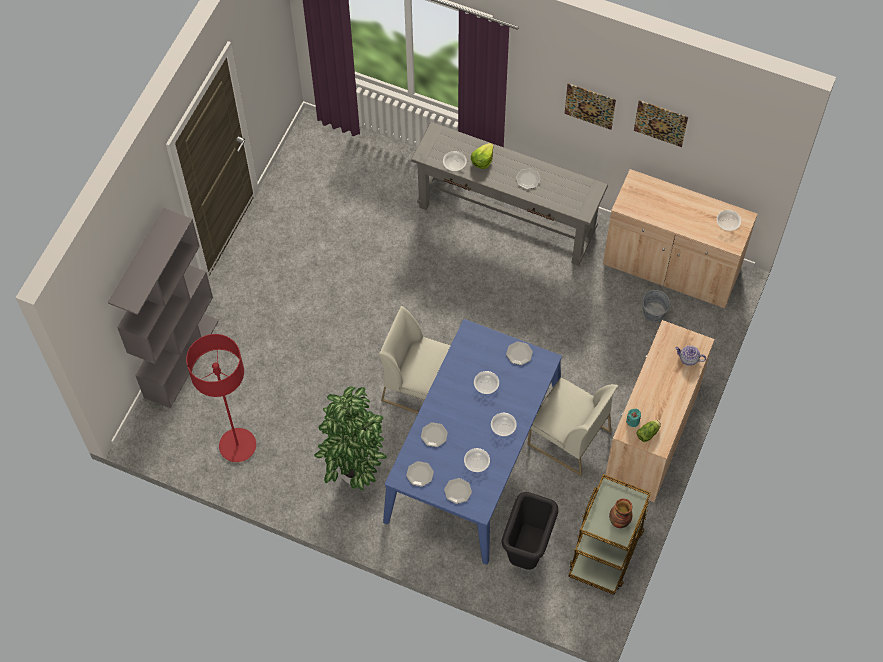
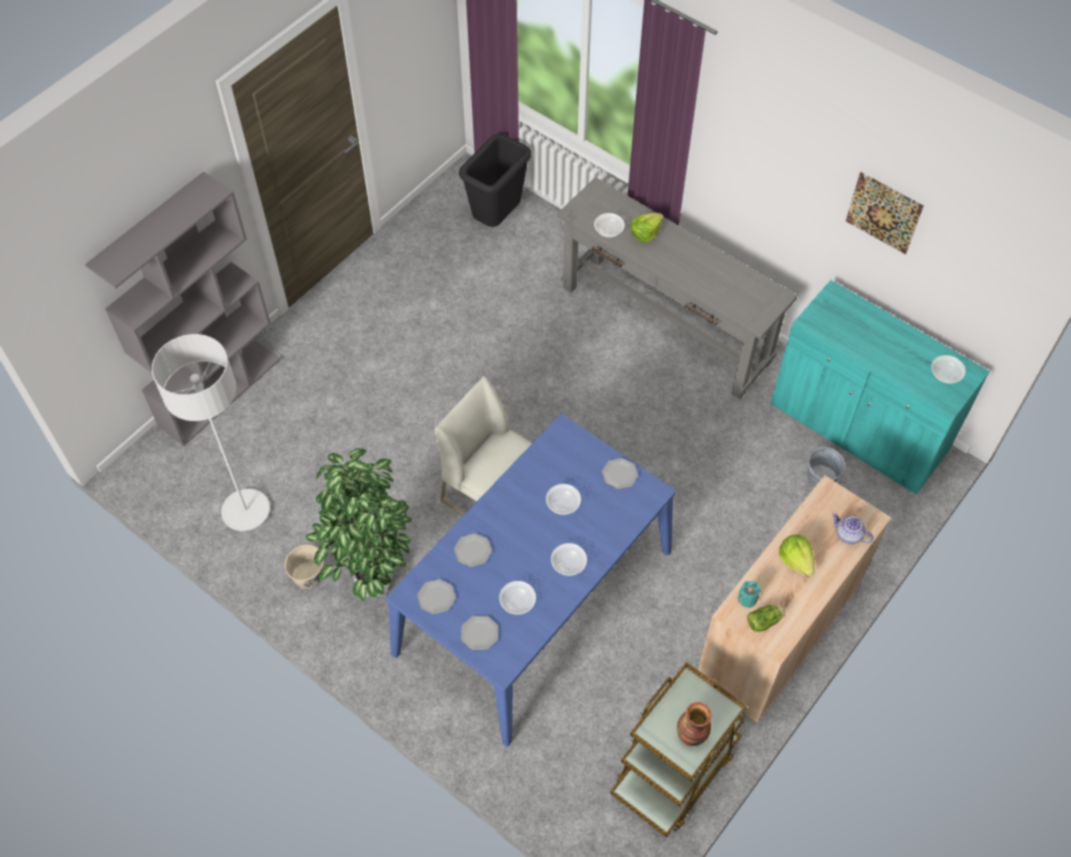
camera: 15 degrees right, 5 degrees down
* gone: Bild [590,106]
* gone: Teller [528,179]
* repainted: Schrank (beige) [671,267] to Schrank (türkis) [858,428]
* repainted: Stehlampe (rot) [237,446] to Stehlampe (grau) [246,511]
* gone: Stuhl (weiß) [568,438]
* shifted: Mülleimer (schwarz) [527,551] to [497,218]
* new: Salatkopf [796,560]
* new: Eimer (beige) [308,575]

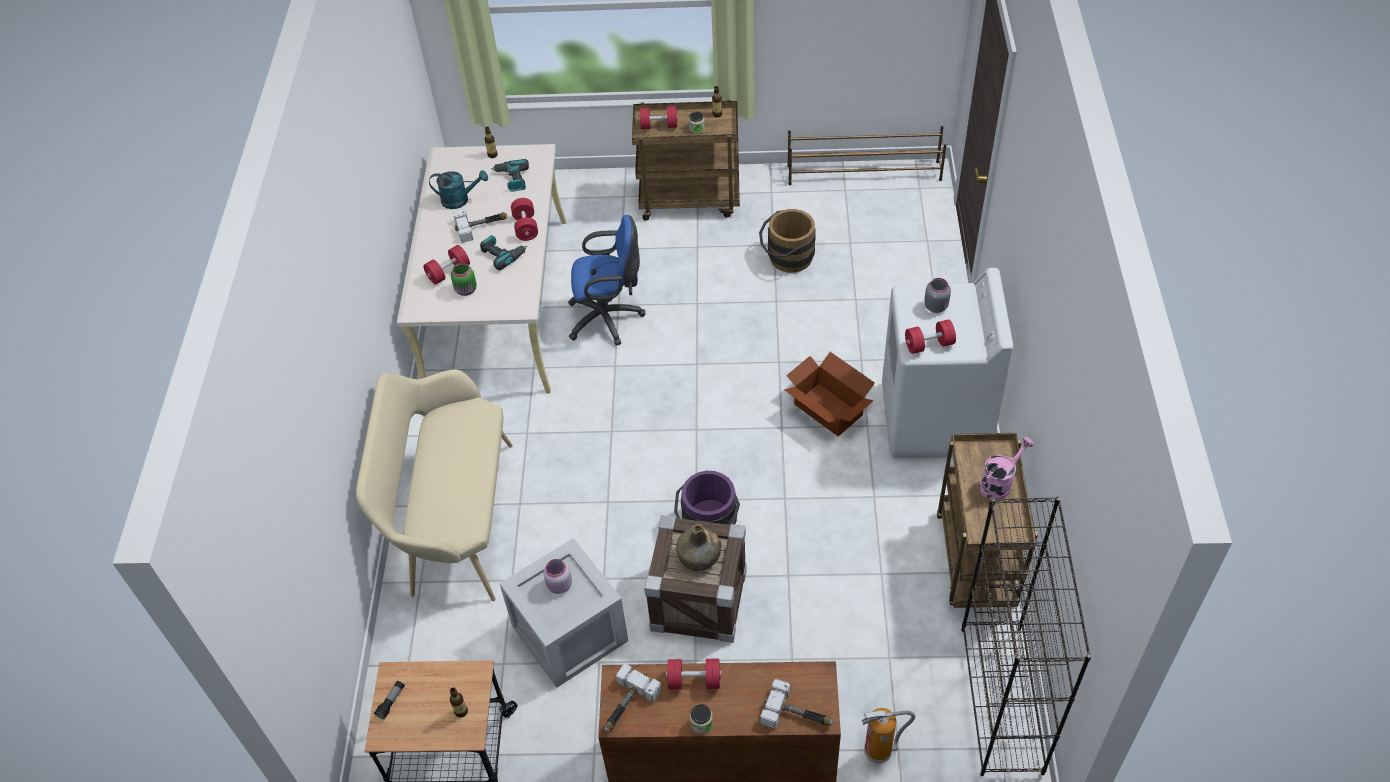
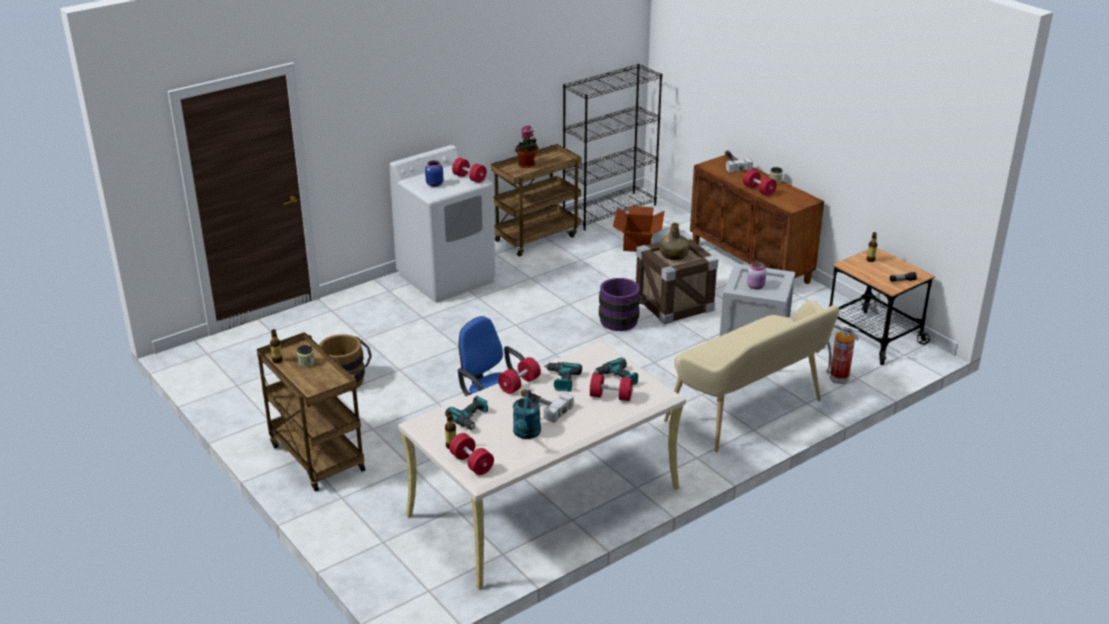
camera: 130 degrees left, 20 degrees down
* shifted: Hantel (rot) [659,125] to [471,463]
* gone: Schuhregal (braun) [864,173]
* rotated: Gießkanne (türkis) [460,199] = [526,434] 135 degrees counterclockwise
* swapped: Vorratsglas (grün) [466,290] to Bohrmaschine [617,379]
* repainted: Vorratsglas (grau) [936,306] to Vorratsglas (blau) [434,184]
* shifted: Karton [828,410] to [638,241]
* swapped: Gießkanne (rosa) [999,482] to Topfpflanze [527,165]
* gone: Hammer [626,705]
* shifted: Feuerlöscher [879,751] to [837,379]

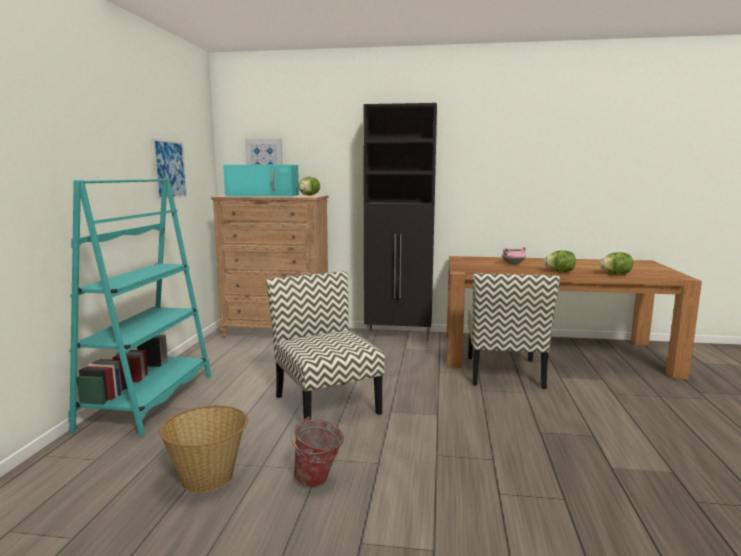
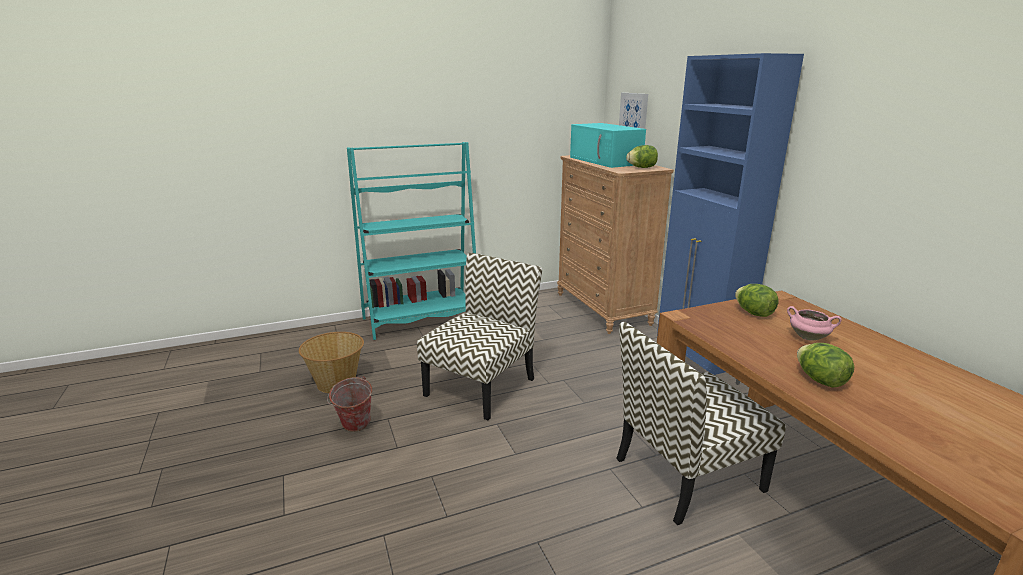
camera: 60 degrees right, 10 degrees up
* repainted: Schrank (schwarz) [399,335] to Schrank (blau) [697,368]
* gone: Bild [170,169]
* shifted: Salatkopf [615,274] to [753,313]

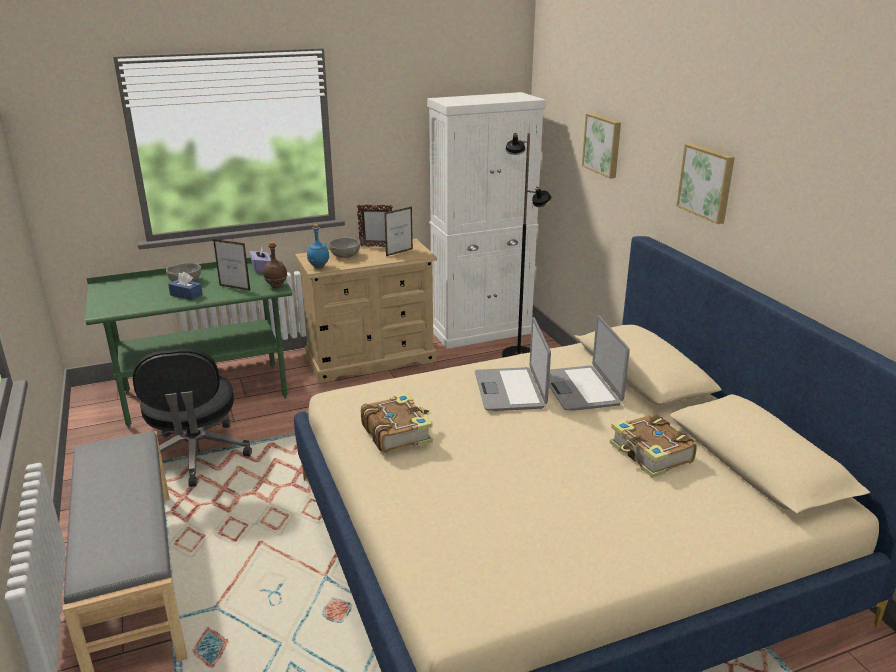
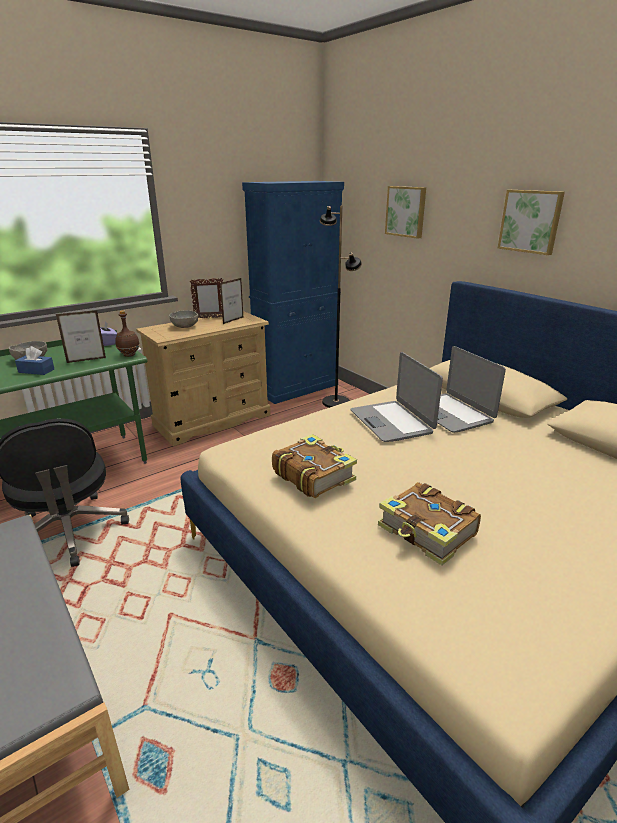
camera: 15 degrees left, 0 degrees up
* repainted: Schrank (weiß) [481,331] to Schrank (blau) [296,387]
* gone: Flasche (blau) [318,267]
* rotated: Bilderrahmen [234,288] = [86,360] 150 degrees clockwise
* shifted: Buch [651,455] to [427,532]

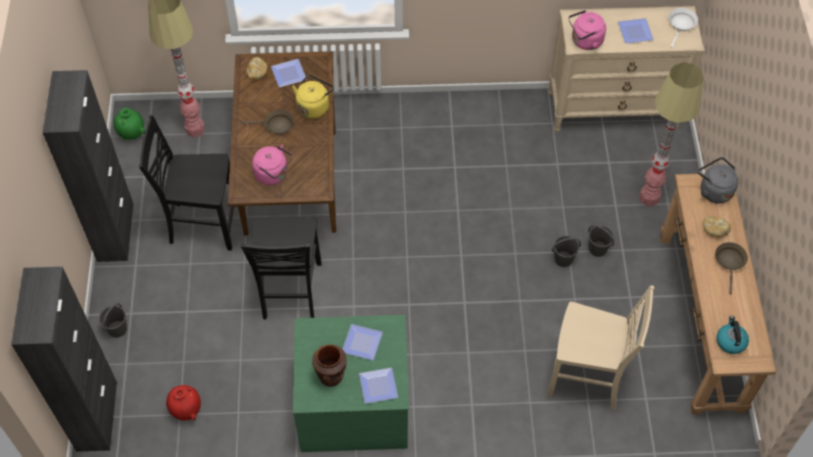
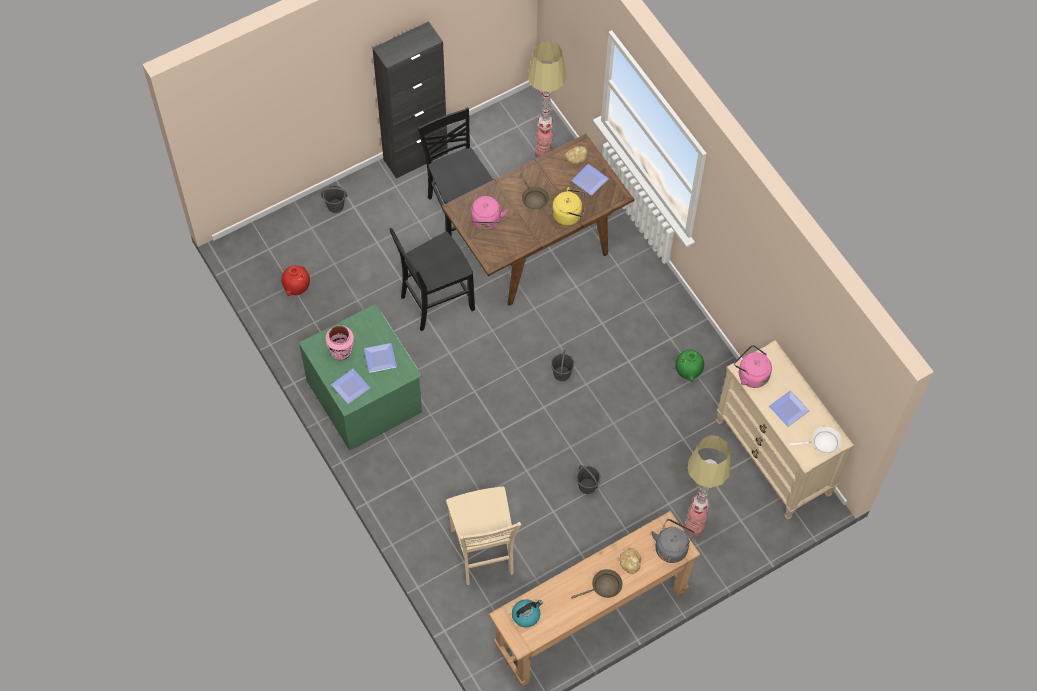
camera: 60 degrees right, 5 degrees up
* shifted: Vase (grün) [132,134] to [688,372]
* shifted: Eimer (grau) [598,249] to [562,374]
* gone: Schrank (schwarz) [97,416]
* repainted: Vase (braun) [331,376] to Vase (rosa) [341,352]

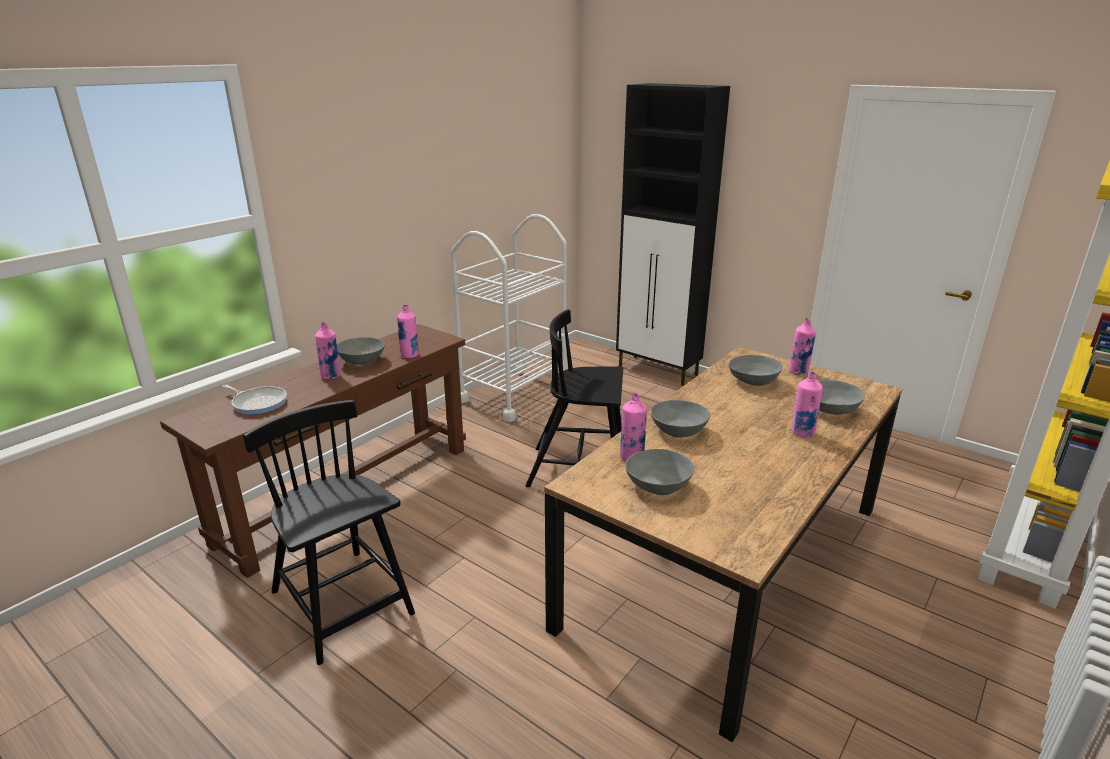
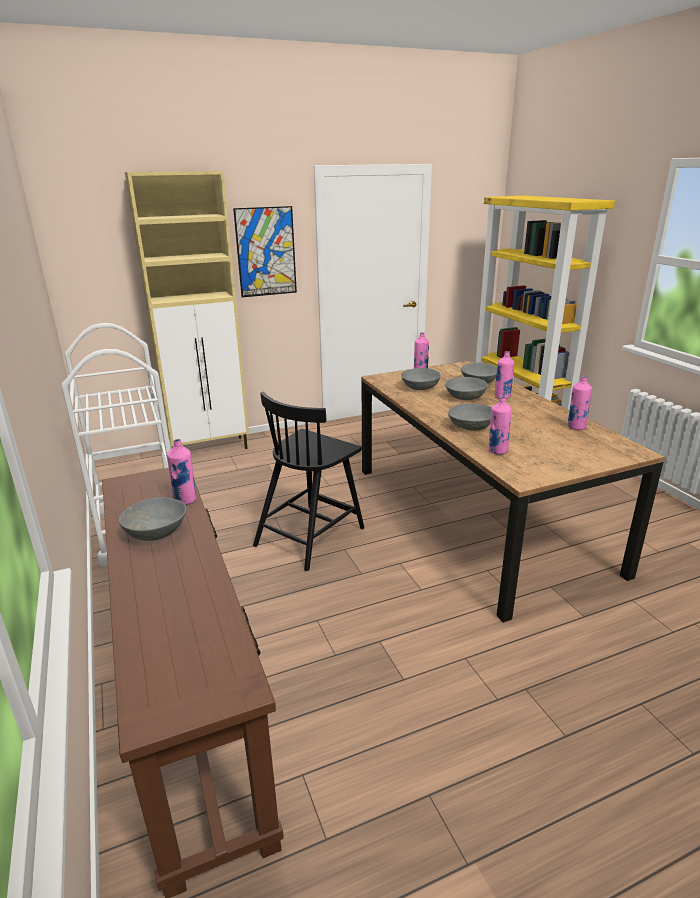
camera: 60 degrees left, 0 degrees up
* repainted: Schrank (schwarz) [658,371] to Schrank (beige) [211,449]
* shifted: Flasche (rosa) [331,376] to [576,427]
* gone: Pfanne [258,403]
* gone: Stuhl (schwarz) [343,605]
* shifted: Schüssel (grau) [659,486] to [465,397]
* new: Bild [266,252]

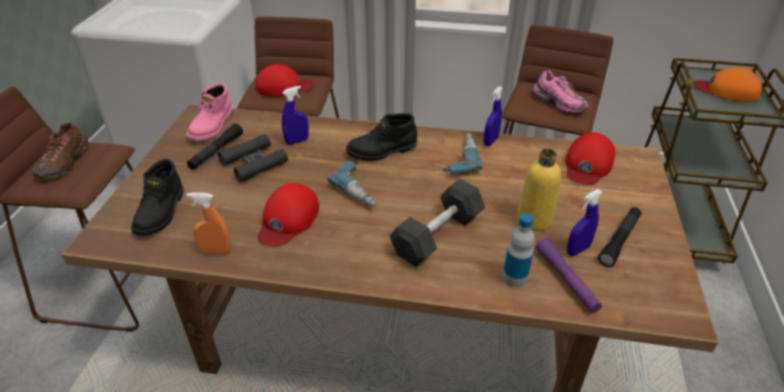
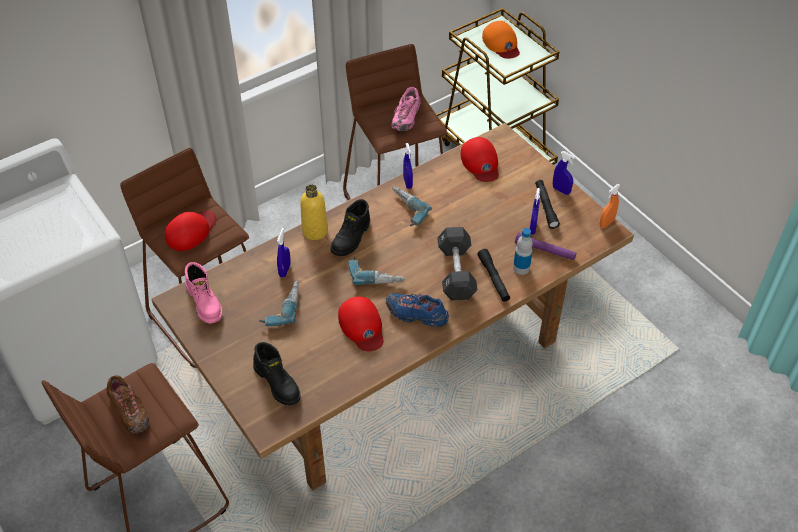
camera: 45 degrees left, 10 degrees up
* rotated: Kappe (orange) [726,90] = [501,44] 90 degrees counterclockwise
* rotated: Schuh (rosa) [558,103] = [406,118] 105 degrees clockwise
* shifted: Taschenlampe (schwarz) [216,151] to [493,279]
* swapped: Fernglas (schwarz) [254,163] to Bohrmaschine [281,307]
* shifted: Flasche (gelb) [534,220] to [315,231]
* shifted: Sprühflasche (orange) [216,252] to [606,223]
* new: Sprühflasche (blau) [561,190]
* new: Schuh (blau) [416,315]

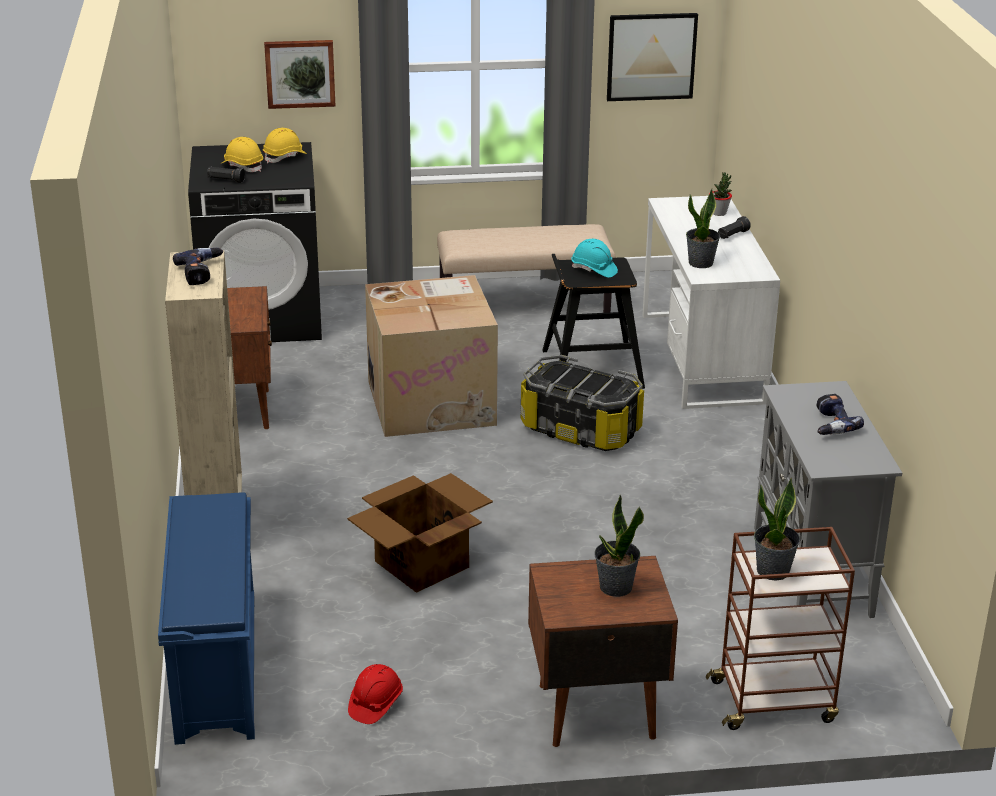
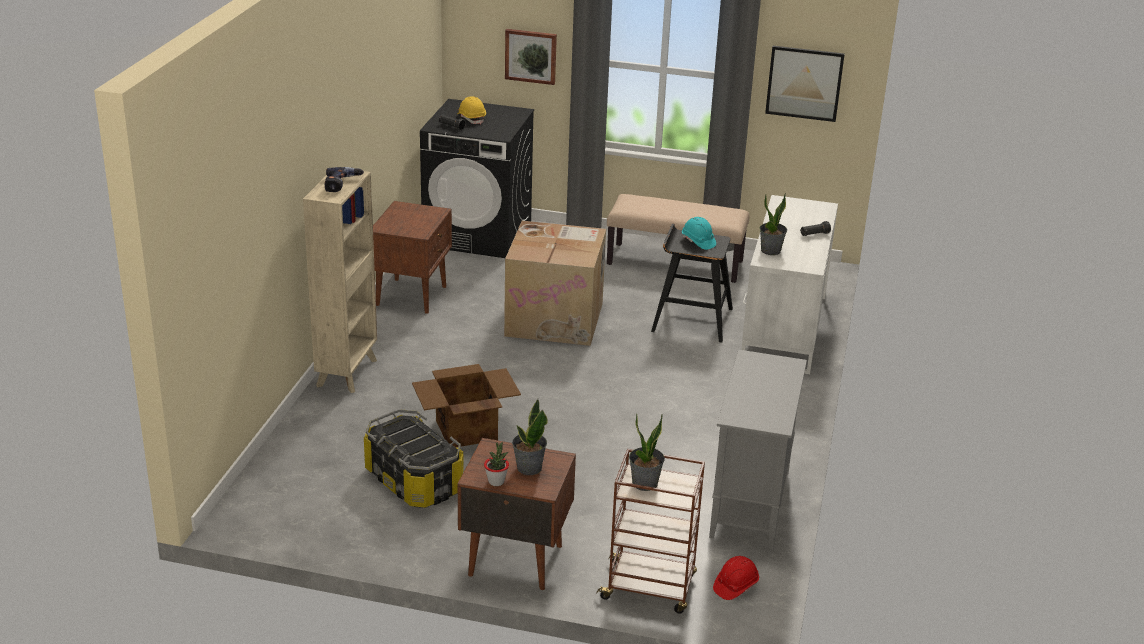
camera: 20 degrees right, 0 degrees up
* gone: Schutzhelm (gelb) [285,157]
* shifted: Topfpflanze [719,213] to [496,482]
* shifted: Aufbewahrungsbox [581,429] to [414,481]
* gone: Bohrmaschine [830,424]
* gone: Schuhregal (blau) [215,668]
* shifted: Schutzhelm (rot) [375,704] to [735,586]

